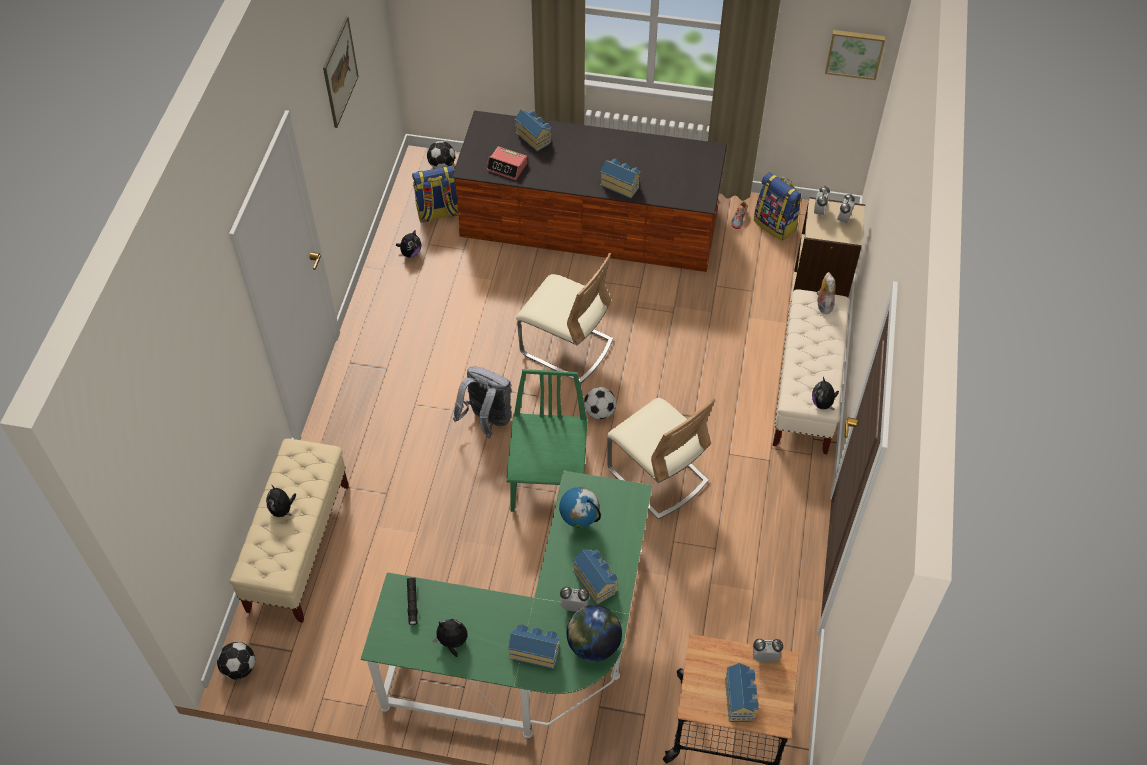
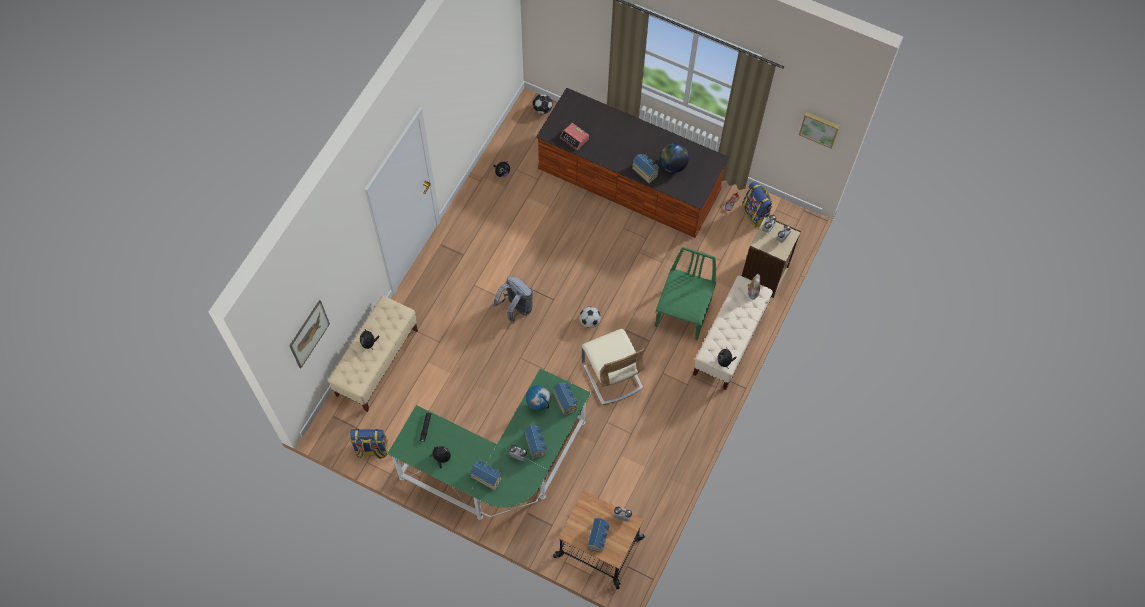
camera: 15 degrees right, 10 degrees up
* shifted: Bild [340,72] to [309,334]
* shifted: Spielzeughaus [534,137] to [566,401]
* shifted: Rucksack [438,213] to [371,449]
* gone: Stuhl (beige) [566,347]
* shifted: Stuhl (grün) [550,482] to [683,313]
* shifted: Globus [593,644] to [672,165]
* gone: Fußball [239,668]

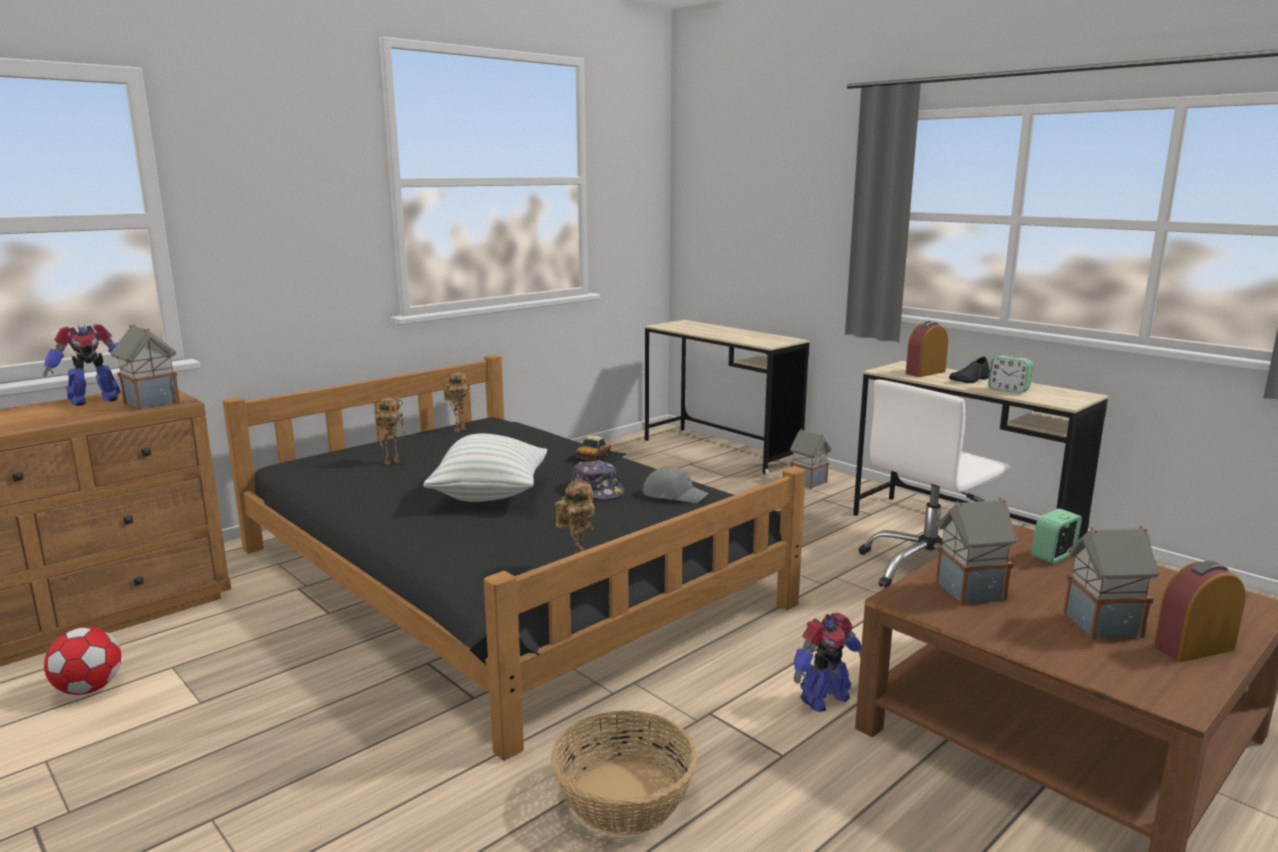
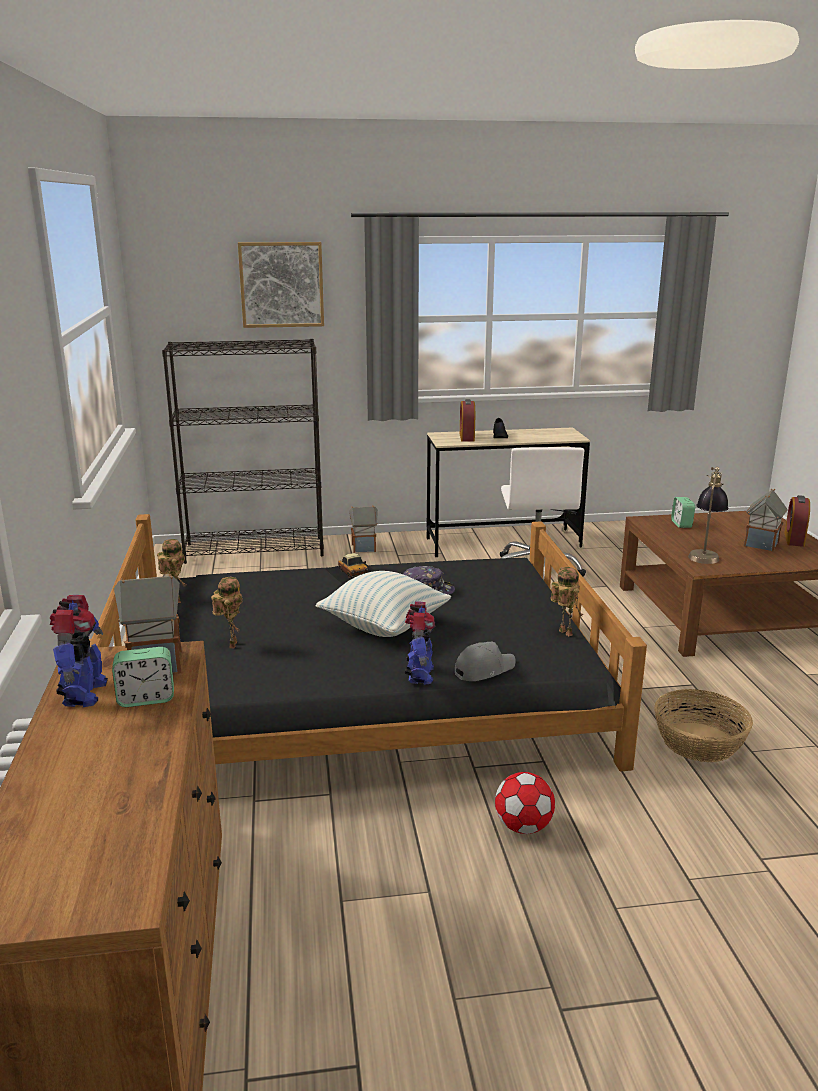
camera: 55 degrees left, 5 degrees up
* swapped: Schreibtisch (beige) [720,451] to Bücherregal (schwarz) [255,550]
* shifted: Wecker [1008,390] to [146,699]
* shifted: Kappe (grau) [674,495] to [483,669]
* swapped: Spielzeughaus [968,591] to Tischlampe [705,553]
* shifted: Spielzeugroboter [823,698] to [419,675]
* shifted: Fußball [89,689] to [523,827]
* new: Bild [281,284]

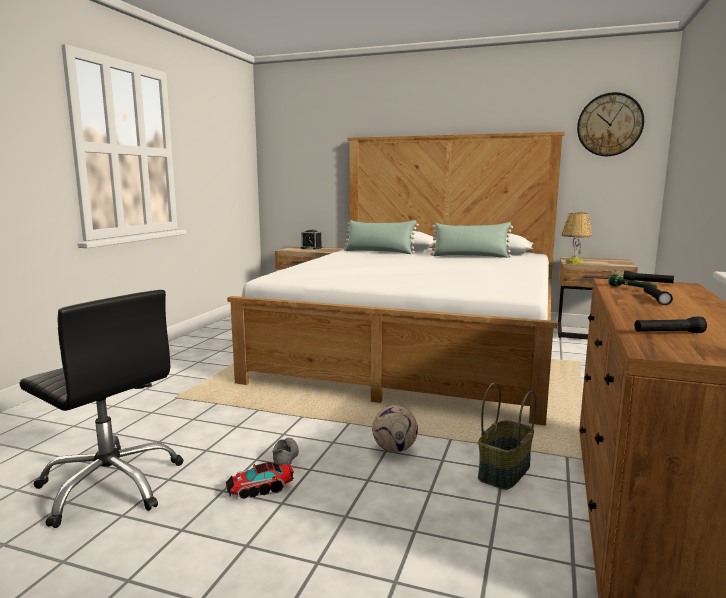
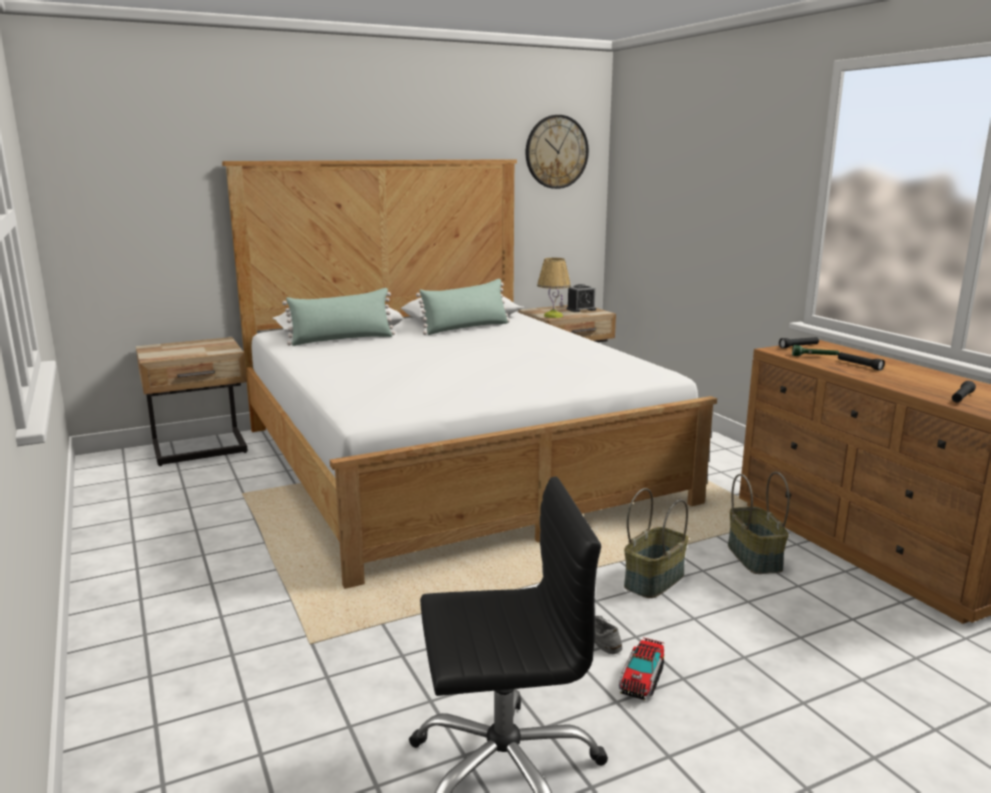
camera: 45 degrees left, 5 degrees up
* shifted: Wecker [311,248] to [581,309]
* swapped: Fußball [394,449] to Korb [653,580]

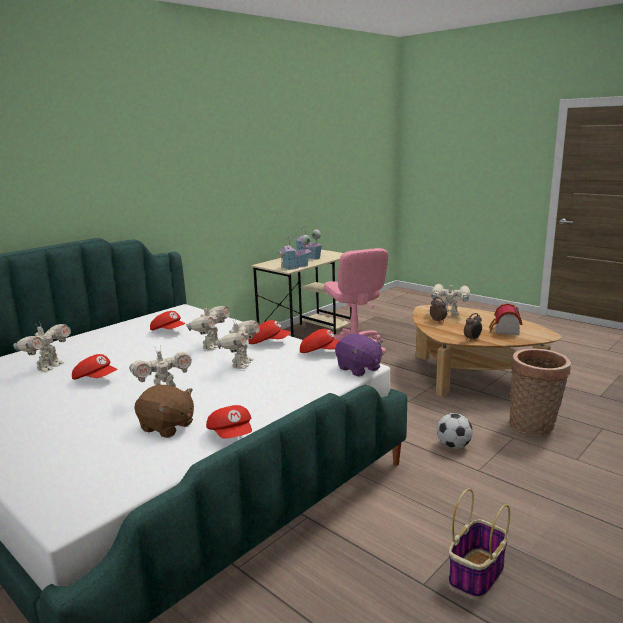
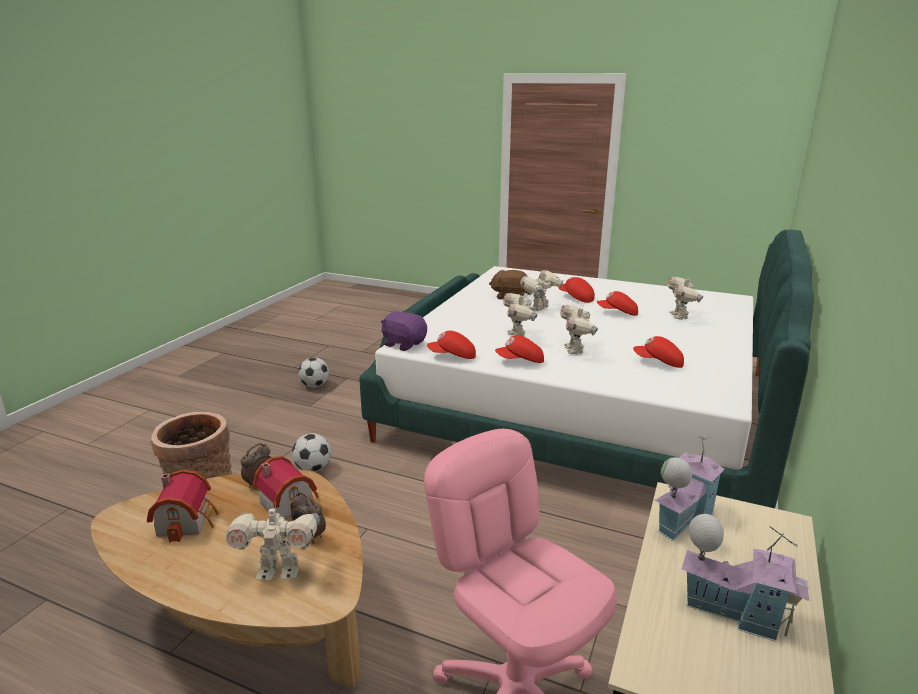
camera: 160 degrees right, 5 degrees up
* shifted: Kappe (rot) [232,435] to [575,298]
* swapped: Korb [476,574] to Fußball [315,385]
* new: Spielzeughaus [289,502]

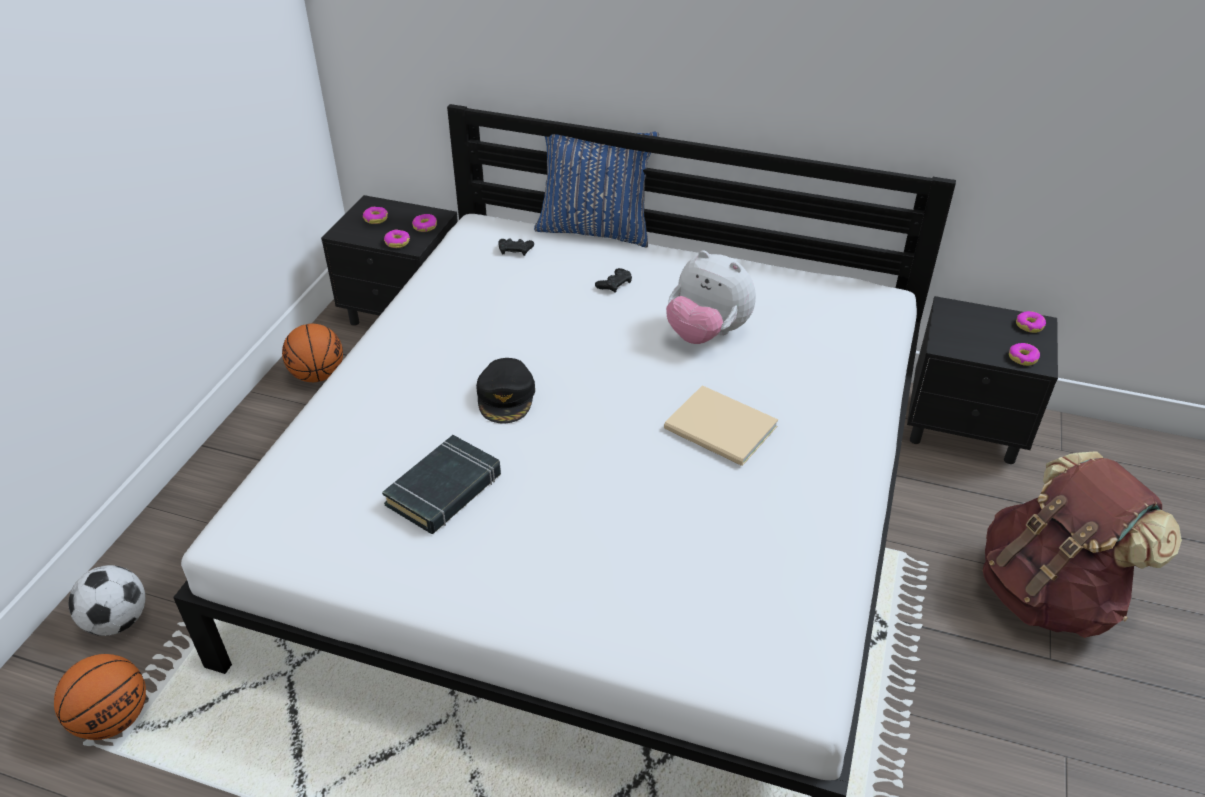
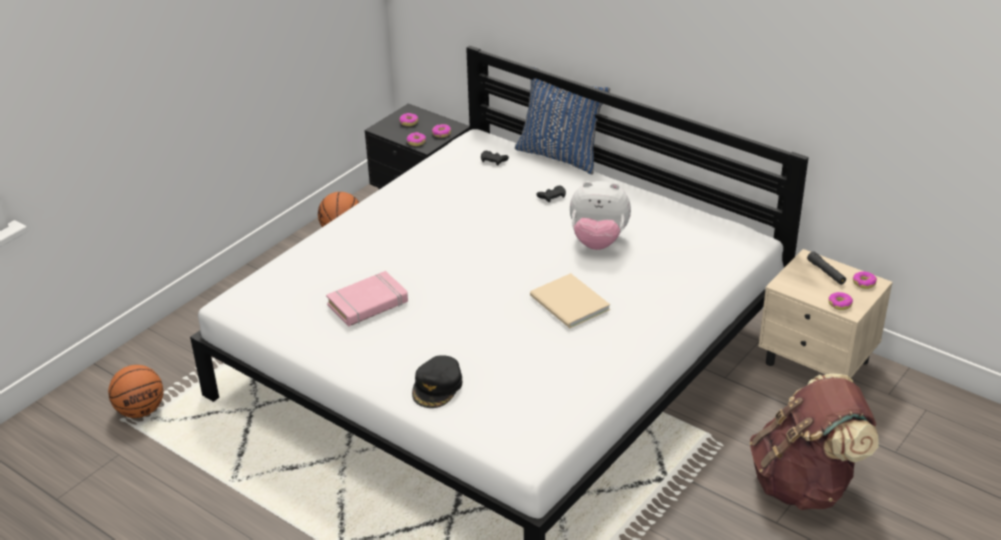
camera: 20 degrees right, 5 degrees down
* rotated: Plüschtier [707,334] = [598,242] 45 degrees counterclockwise
* repainted: Nachttisch (schwarz) [965,428] to Nachttisch (beige) [817,363]
* shifted: Kappe (schwarz) [506,396] to [437,387]
* repainted: Buch (schwarz) [444,490] to Buch (rosa) [368,304]
* gone: Fußball [118,621]
* new: Taschenlampe (schwarz) [826,272]

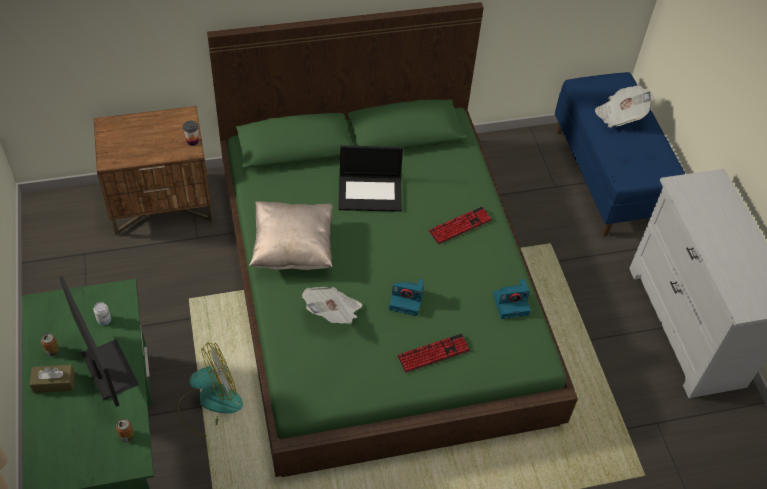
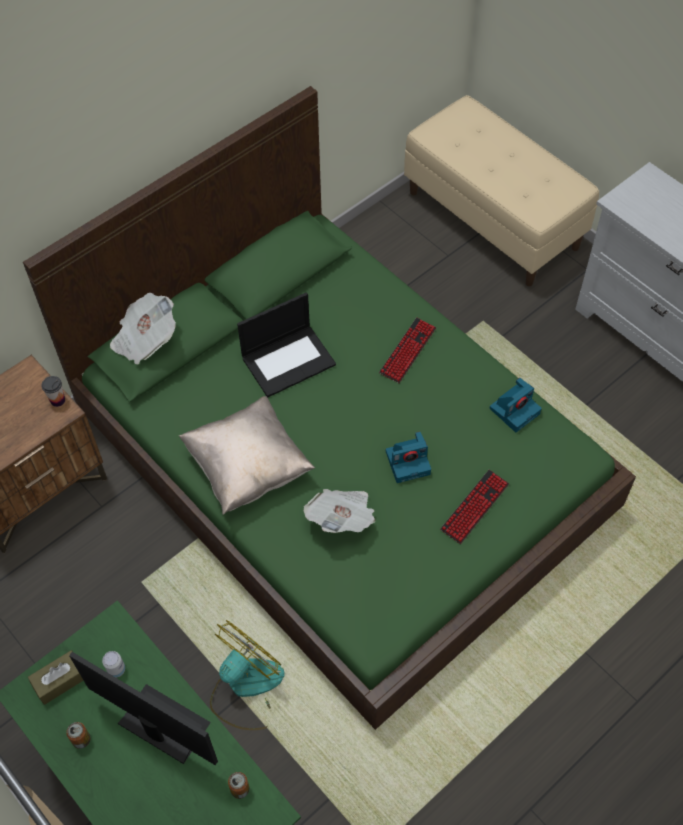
camera: 25 degrees left, 5 degrees up
* repainted: Bank (blau) [608,177] to Bank (beige) [494,220]
* shifted: Zeitung [620,115] to [145,339]
* shifted: Taschentuchbox (braun) [54,383] to [60,681]

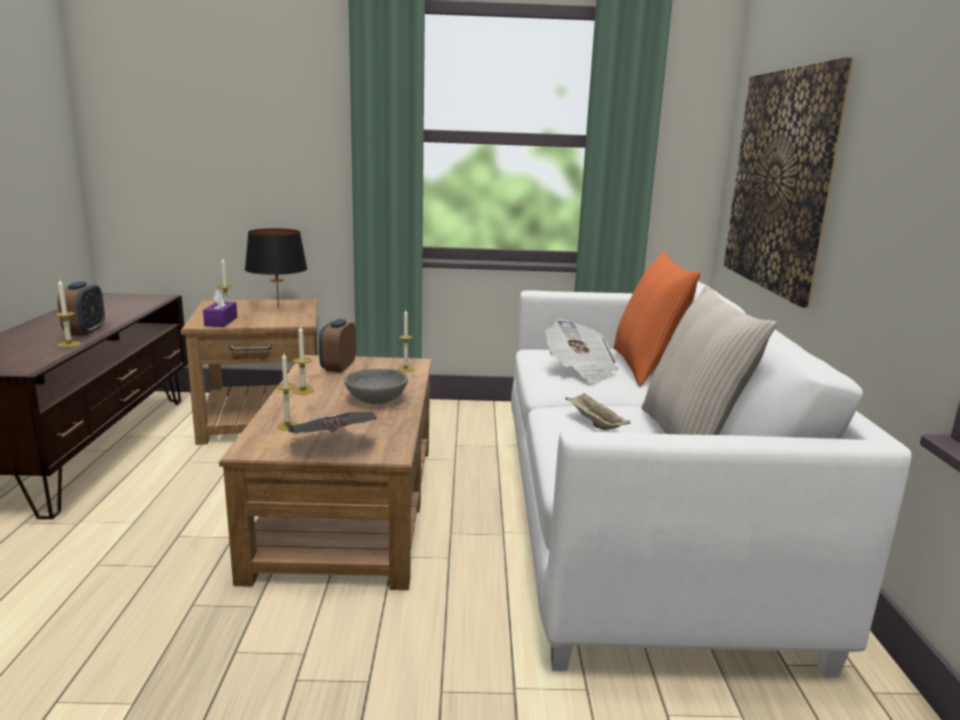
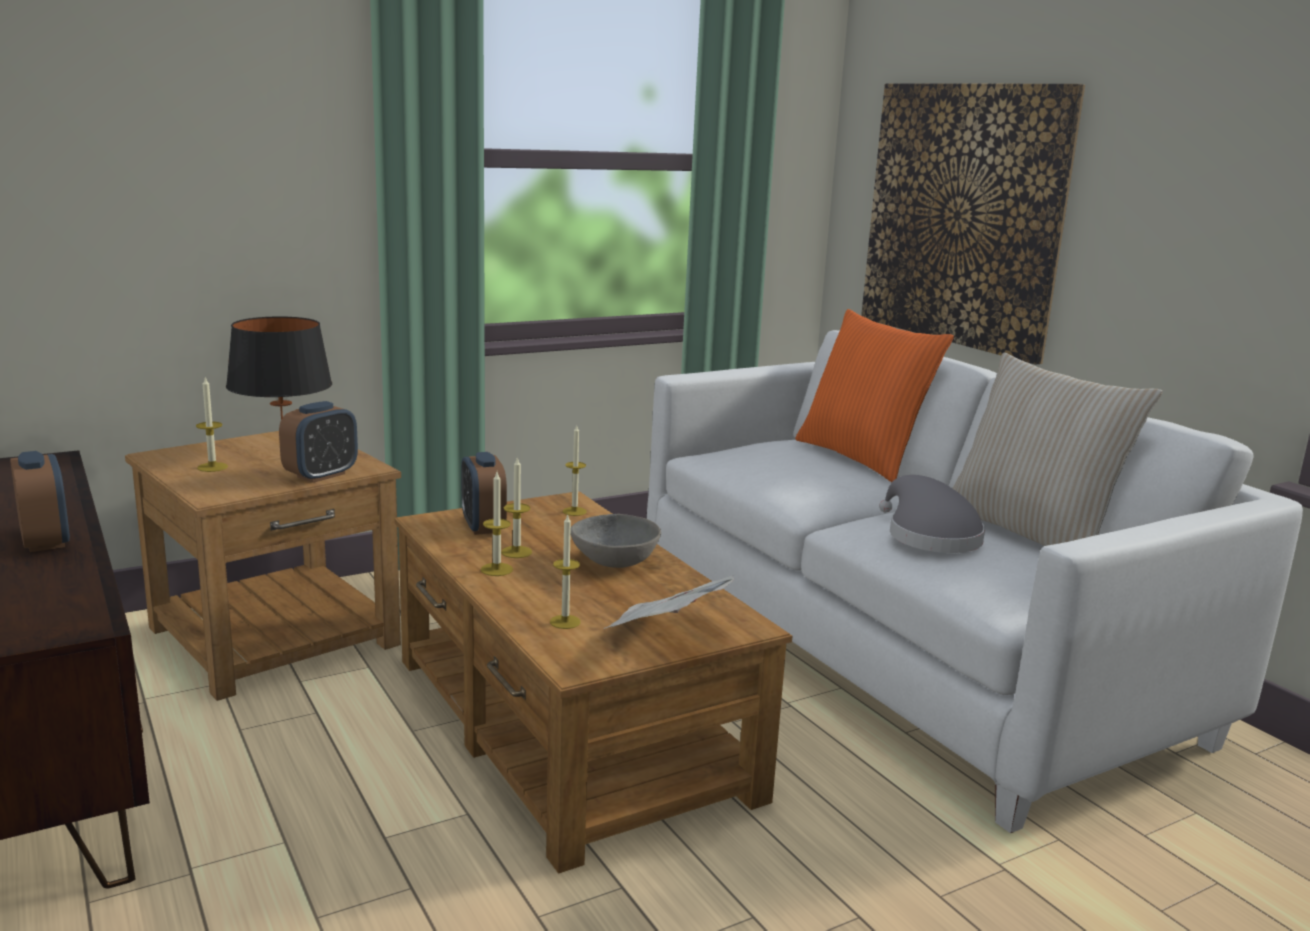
camera: 30 degrees left, 0 degrees up
* shifted: Kerze [69,344] to [516,552]
* gone: Taschentuchbox (lila) [221,321]
* gone: Zeitung [580,370]
* swapped: Tablett (beige) [594,423] to Hut (grau) [928,536]
* new: Wecker [321,475]

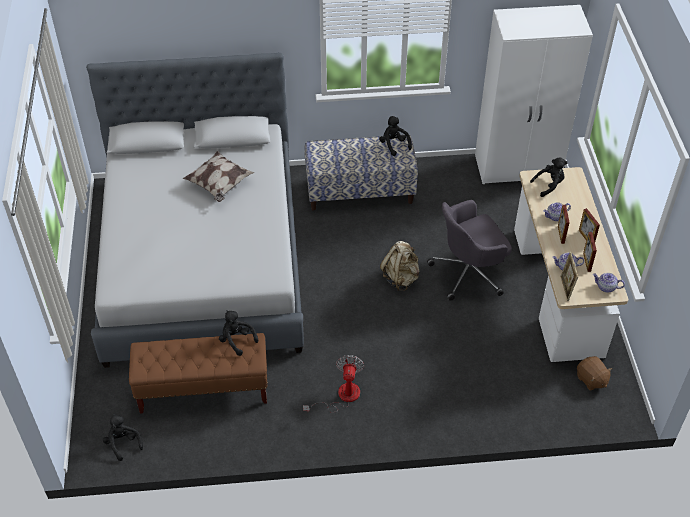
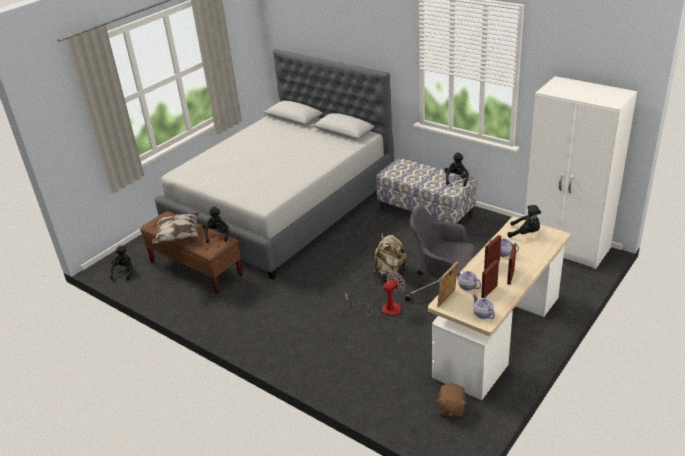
camera: 45 degrees right, 15 degrees down
* shifted: Kissen [219,185] to [178,236]
* shifted: Ventilator [341,396] to [384,309]

